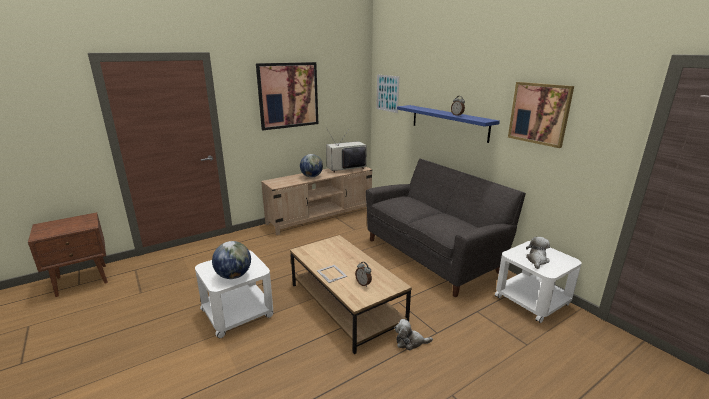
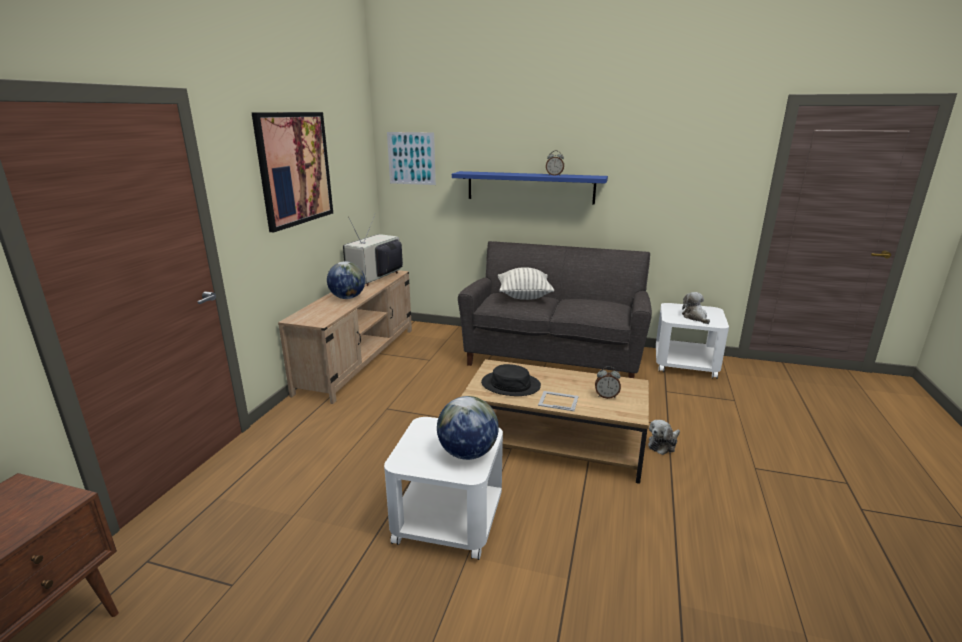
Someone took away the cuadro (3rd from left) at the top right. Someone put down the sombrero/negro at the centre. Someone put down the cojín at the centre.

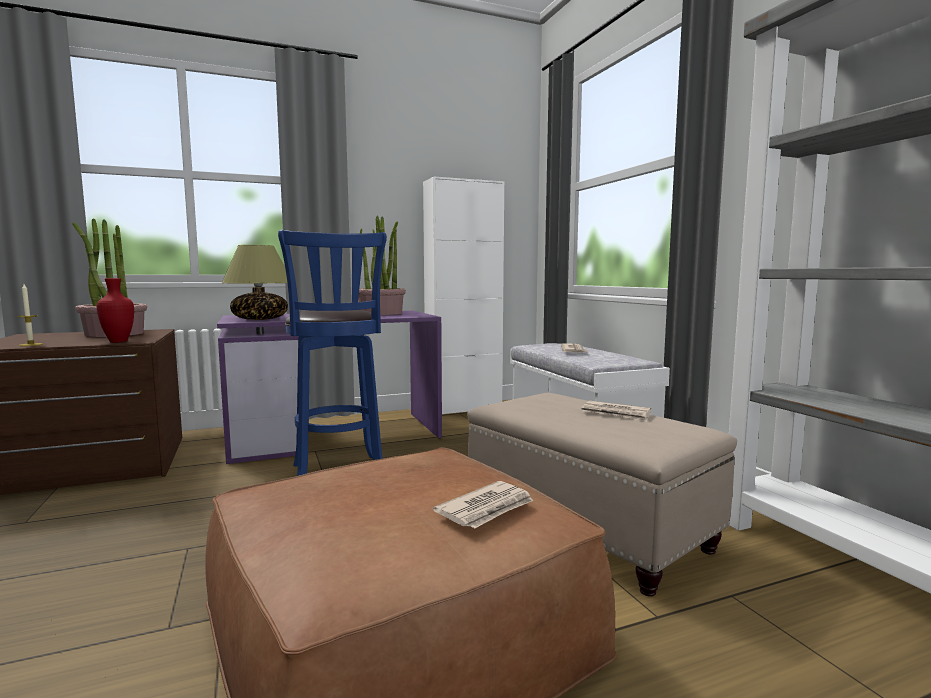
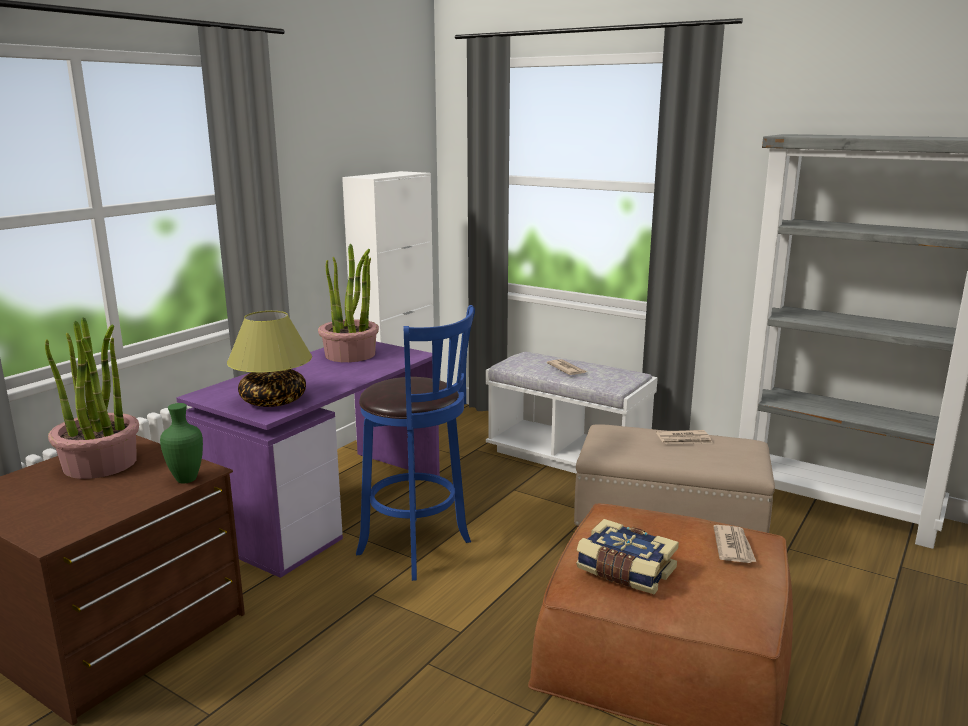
Someone took away the vela at the middle left. Someone repainted the florero/rojo at the middle left, which became the florero/verde at the middle left. Someone put down the libro at the bottom centre.

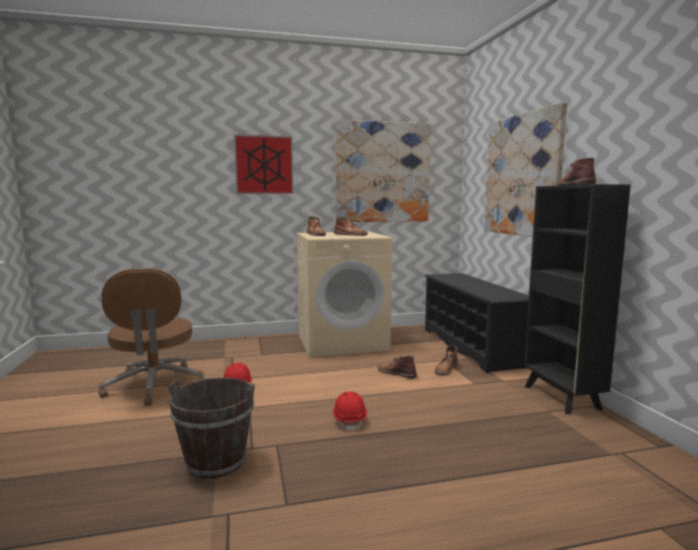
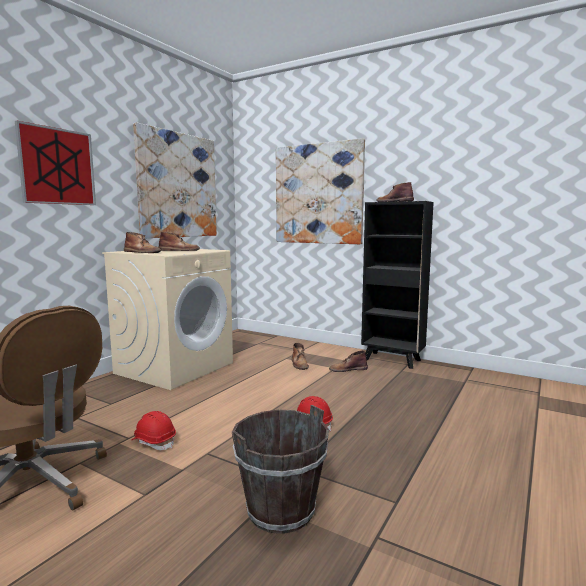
Someone carried the bota/marrón (3rd from left in the first image) from the bottom centre to the centre. Someone took away the zapatero/negro at the middle right.

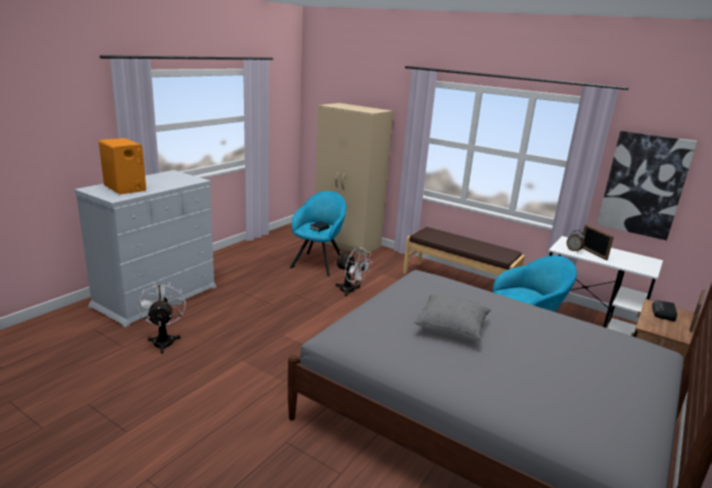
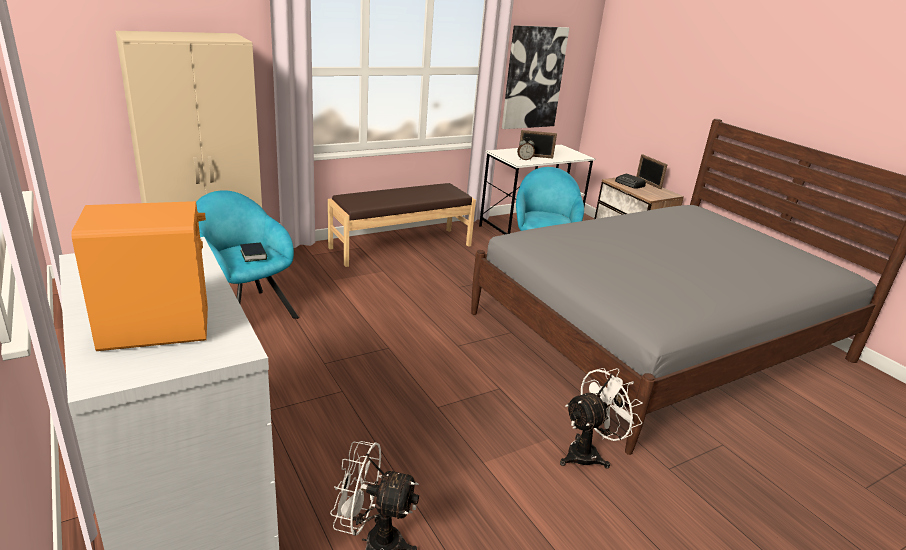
Someone carried the ventilador/blanco (2nd from left) from the centre to the bottom centre. Someone took away the cojín/gris at the centre.

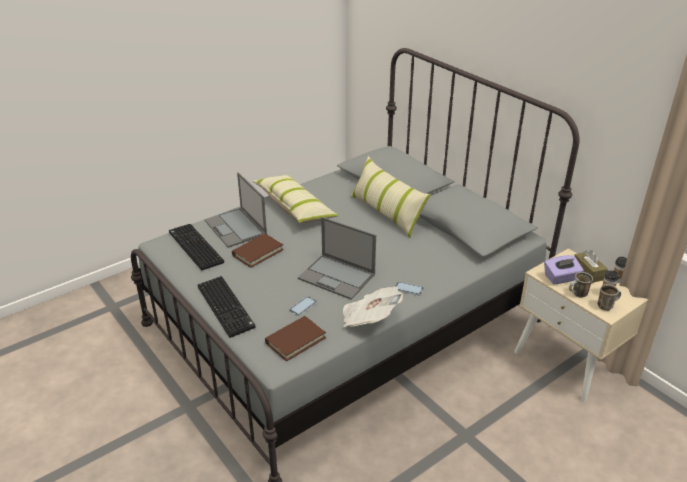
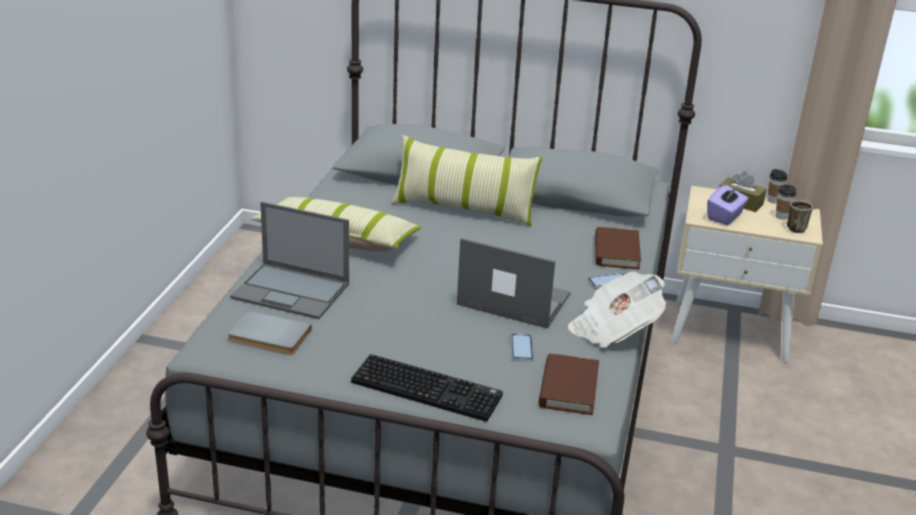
Someone swapped the teclado (1st from left) at the middle left for the libro/gris at the middle left. Someone carried the libro/marrón (1st from left in the first image) from the centre to the middle right. Someone rotated the portátil (2nd from left) at the centre by 150 degrees counterclockwise. Someone took away the taza grande (1st from left) at the middle right.

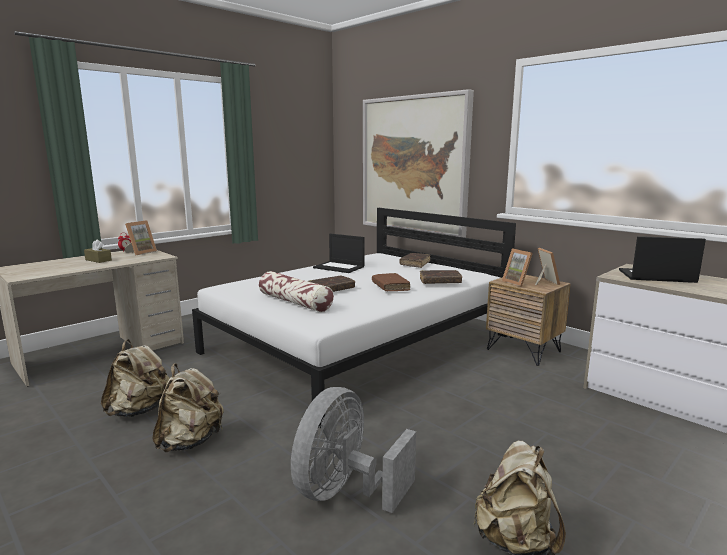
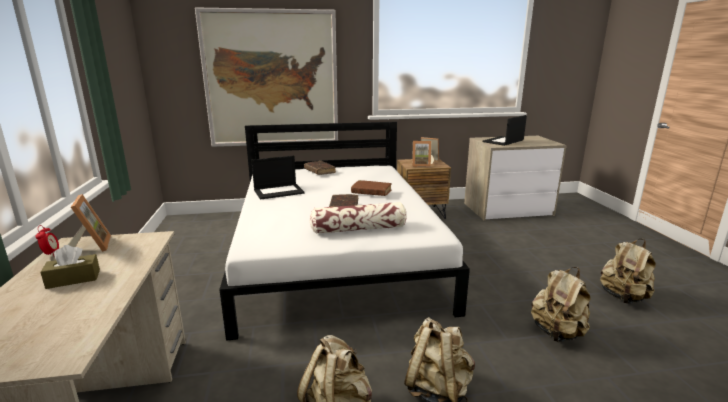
Someone swapped the ventilador/gris at the bottom centre for the mochila/beis (3rd from left) at the bottom right. Someone took away the libro/marrón (4th from left) at the centre.

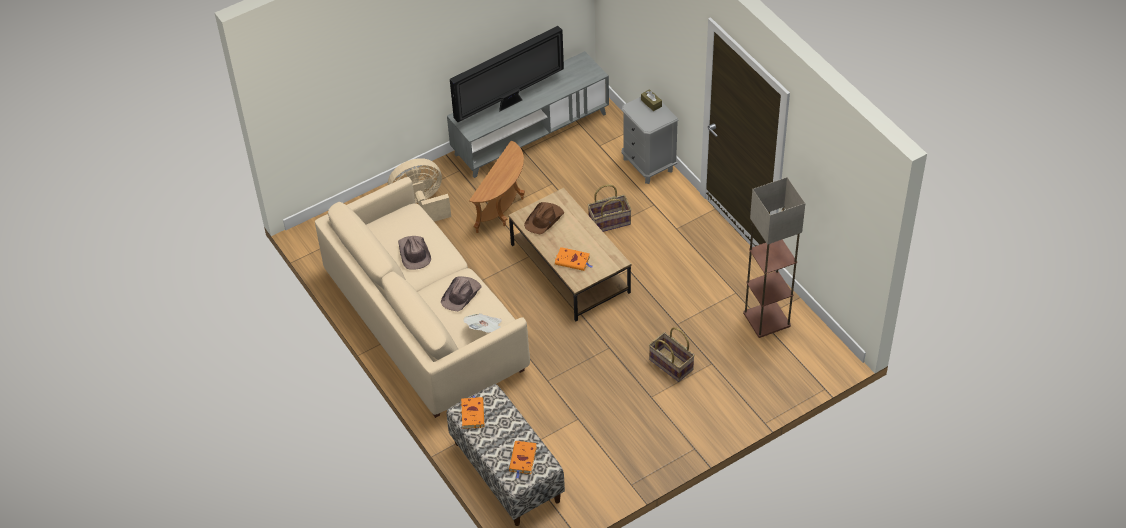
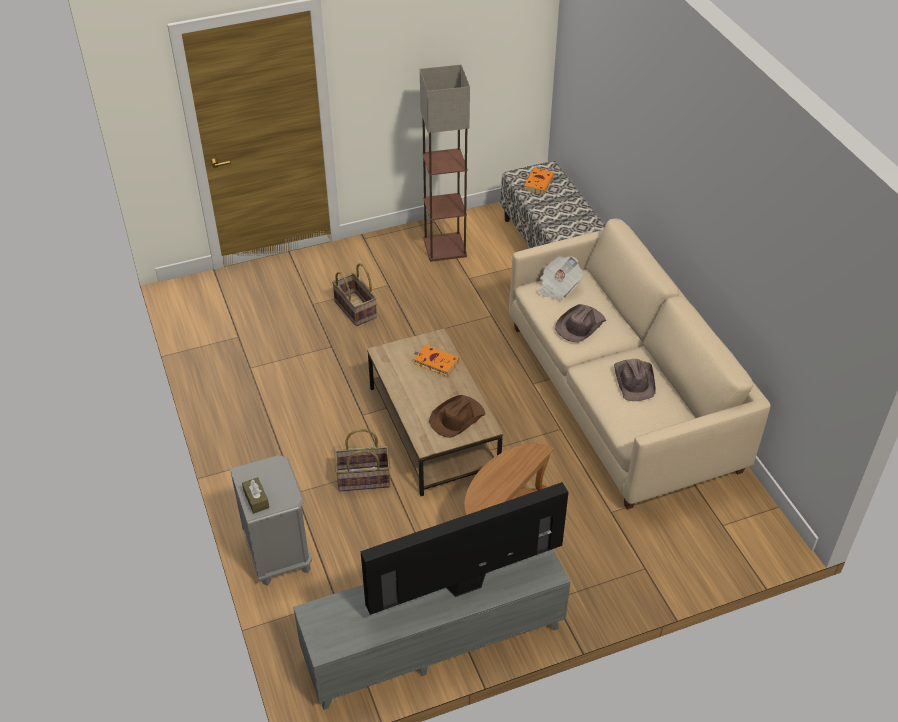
Someone took away the ventilador/beis at the centre. Someone took away the libro/naranja (1st from left) at the bottom centre. Someone carried the lámpara de pie from the middle right to the top centre.

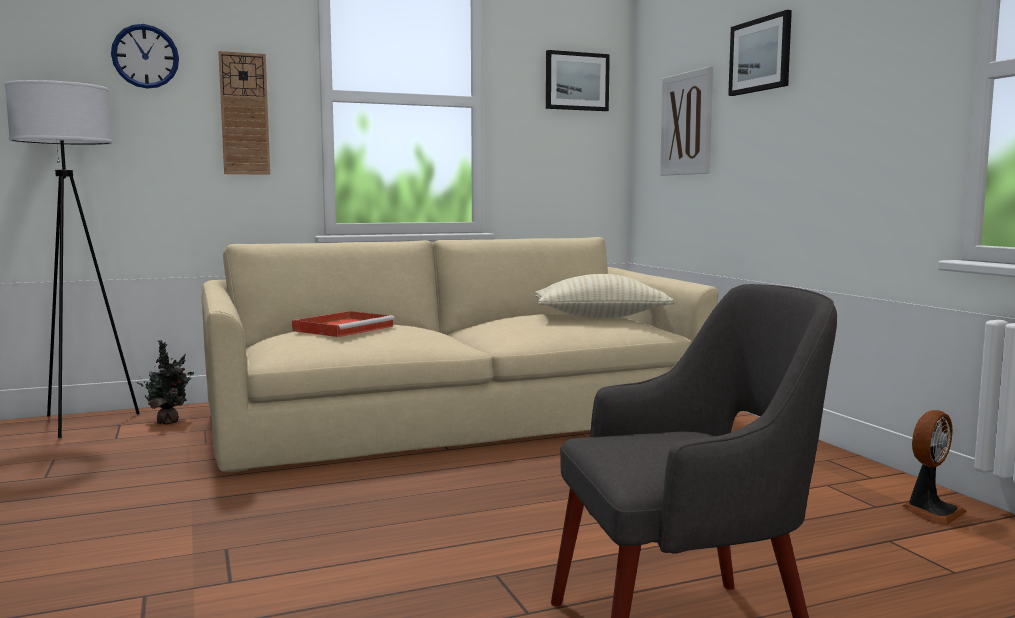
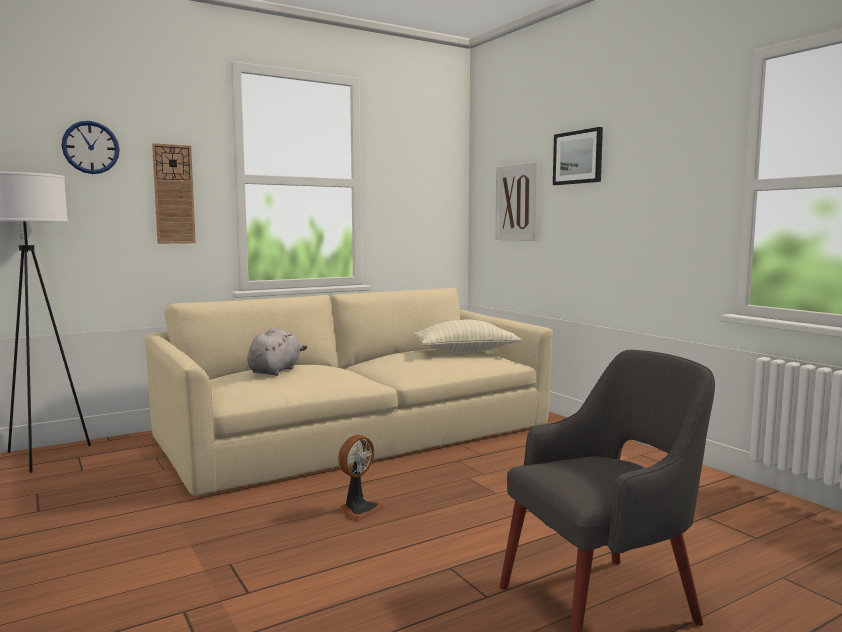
Someone took away the planta en maceta at the middle left. Someone swapped the bandeja/rojo at the centre for the peluche/gris at the middle left. Someone took away the cuadro (1st from left) at the top centre. Someone carried the ventilador from the bottom right to the bottom centre.

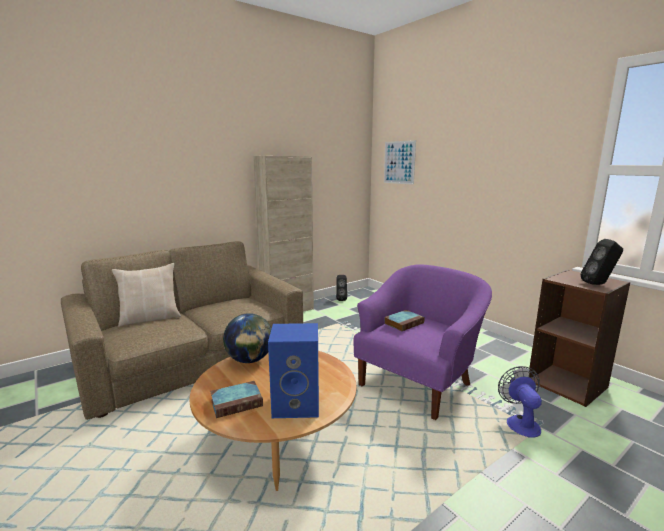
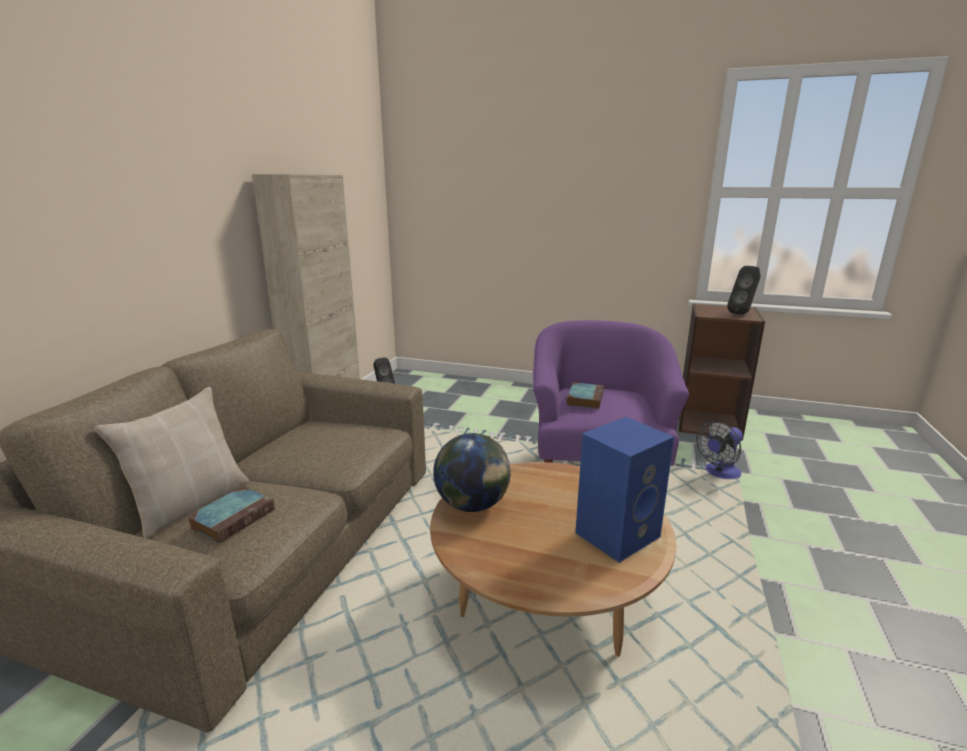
Someone carried the libro (1st from left) from the bottom centre to the bottom left. Someone took away the cuadro at the top centre. Someone rotated the ventilador at the bottom right by 90 degrees counterclockwise.

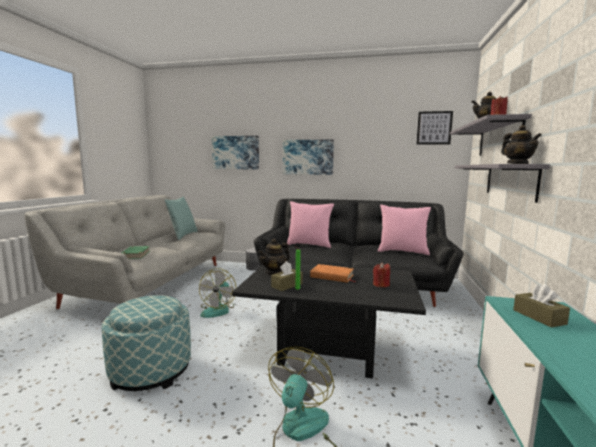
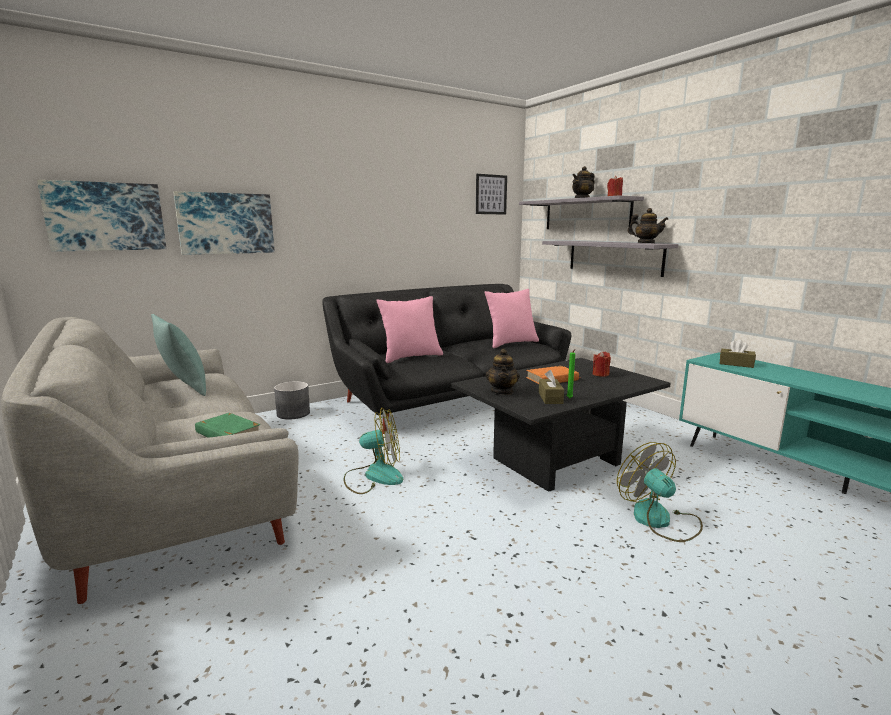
Someone took away the puf at the bottom left. Someone rotated the ventilador (1st from left) at the centre by 60 degrees counterclockwise. Someone carried the cuadro (2nd from left in the first image) from the centre to the top left.

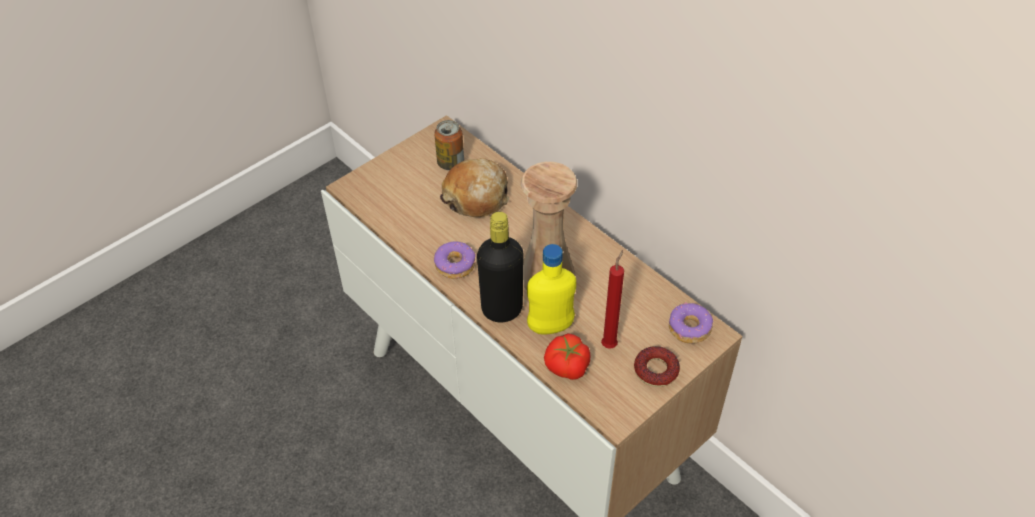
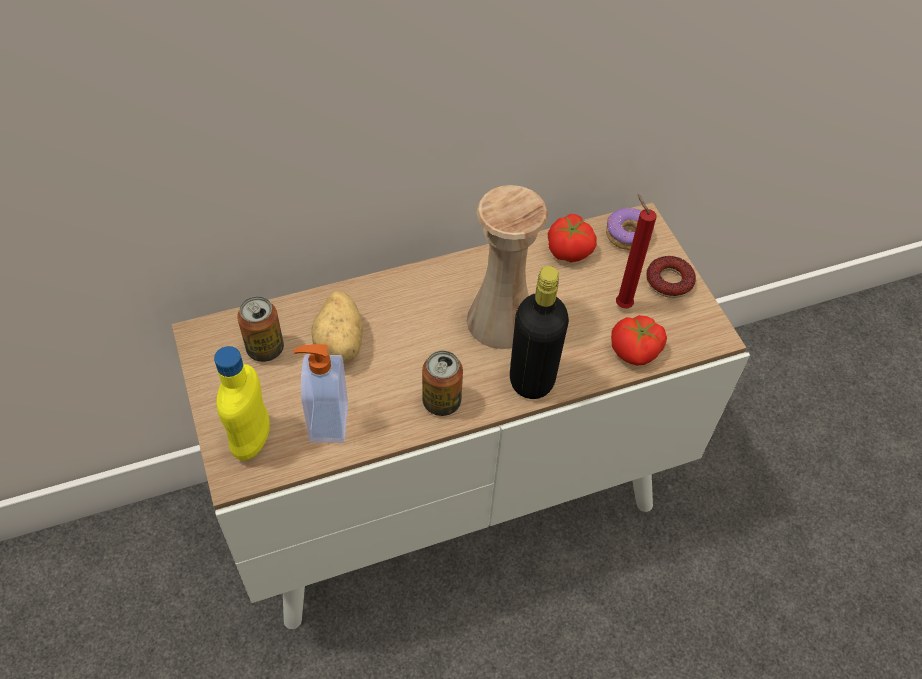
Someone swapped the rosquilla (1st from left) at the centre for the lata (2nd from left) at the centre. Someone swapped the pan at the centre for the patata at the centre. Someone carried the botella/amarillo from the centre to the middle left. Someone put down the dispensador de jabón at the centre. Someone put down the tomate (1st from left) at the centre.

